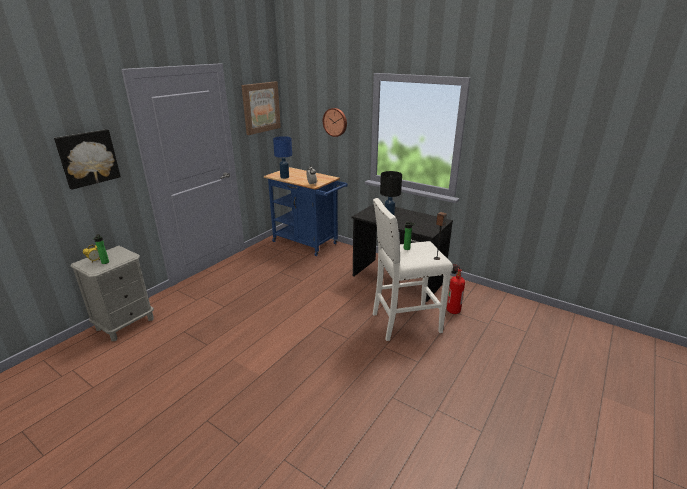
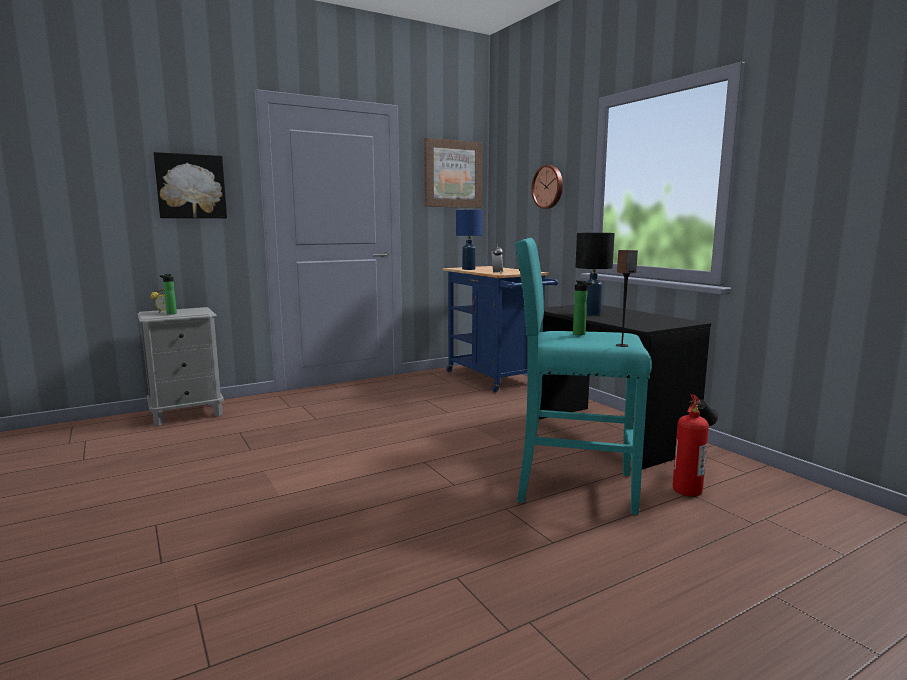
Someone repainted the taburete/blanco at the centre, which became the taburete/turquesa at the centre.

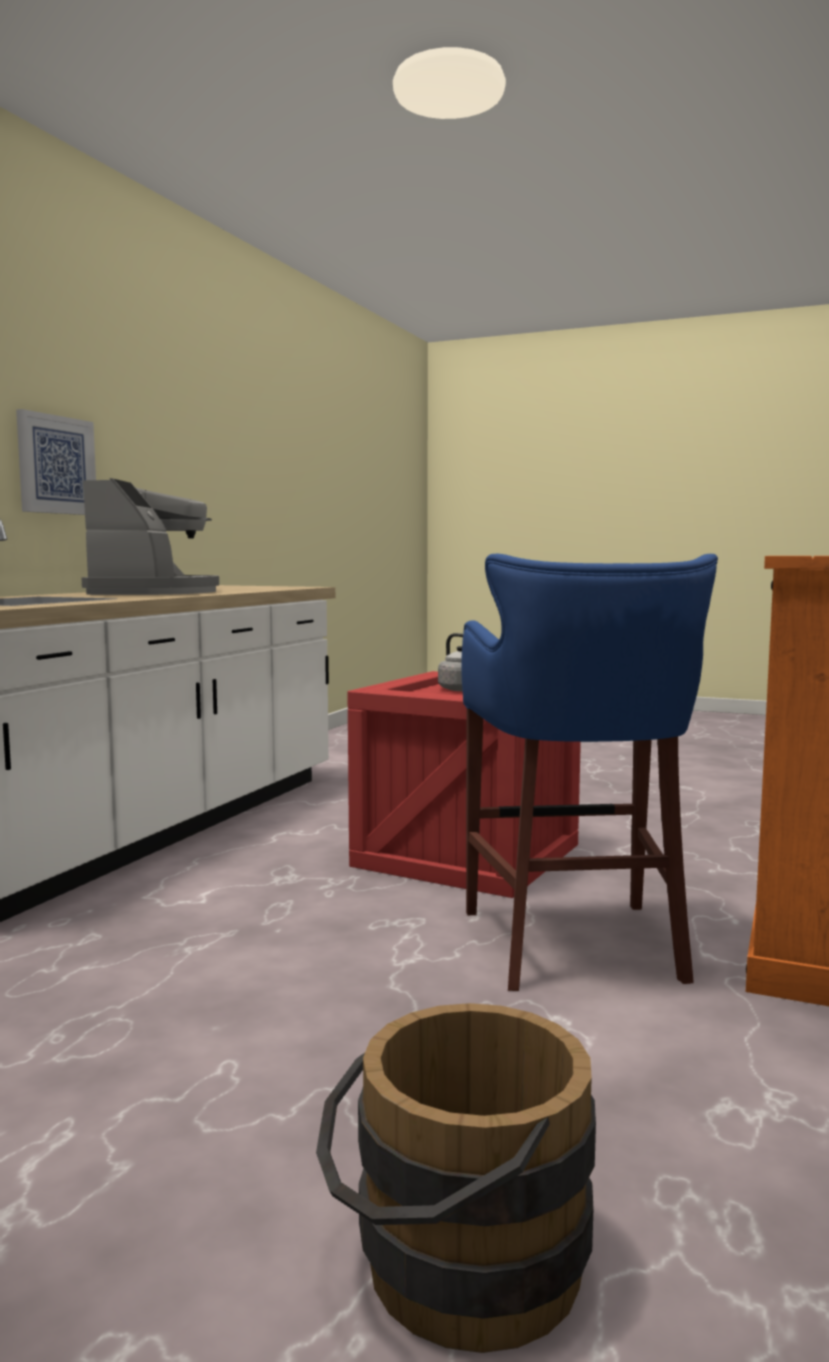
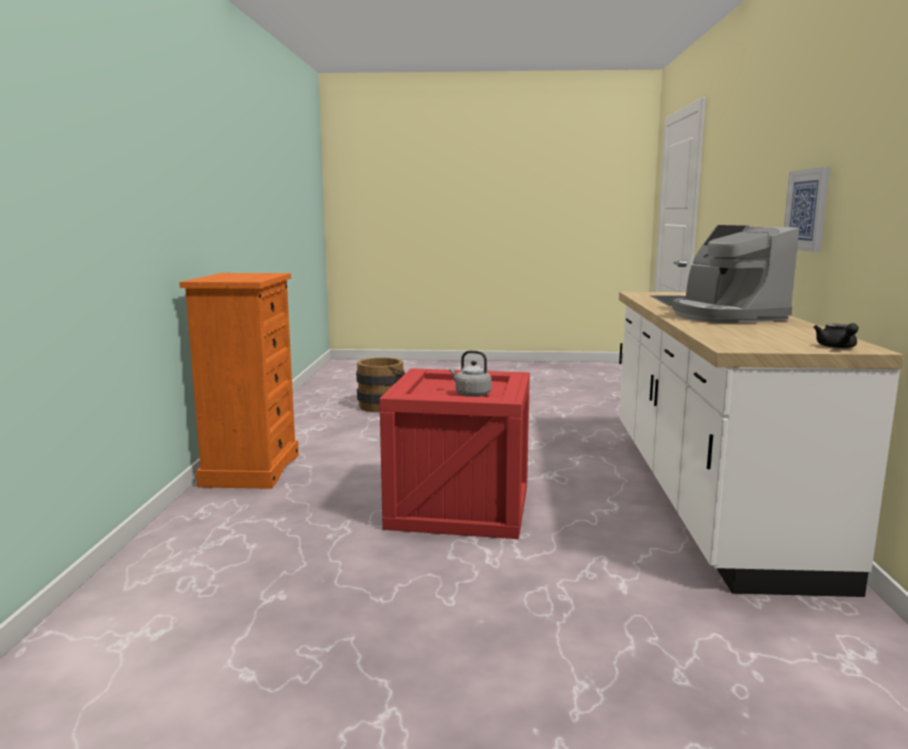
Someone took away the taburete/azul at the middle right. Someone put down the tetera/negro at the middle right.

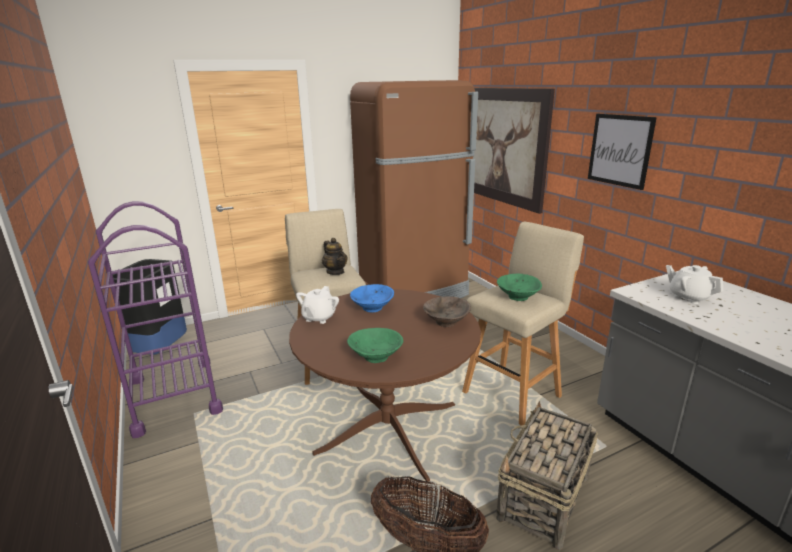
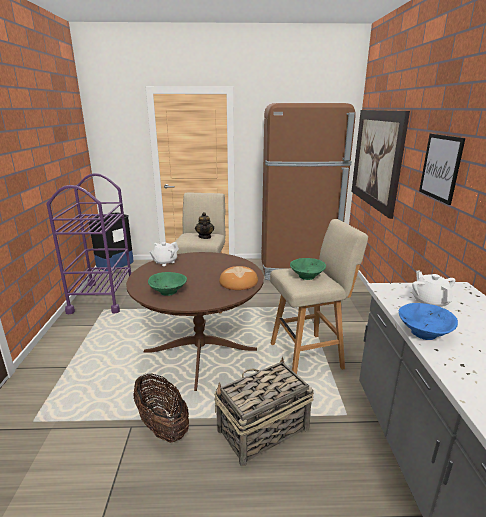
Someone carried the cuenco/azul from the centre to the middle right. Someone swapped the cuenco/marrón at the centre for the pan at the centre.

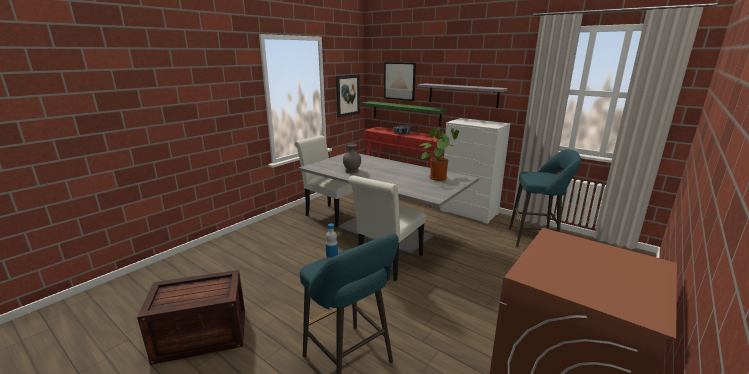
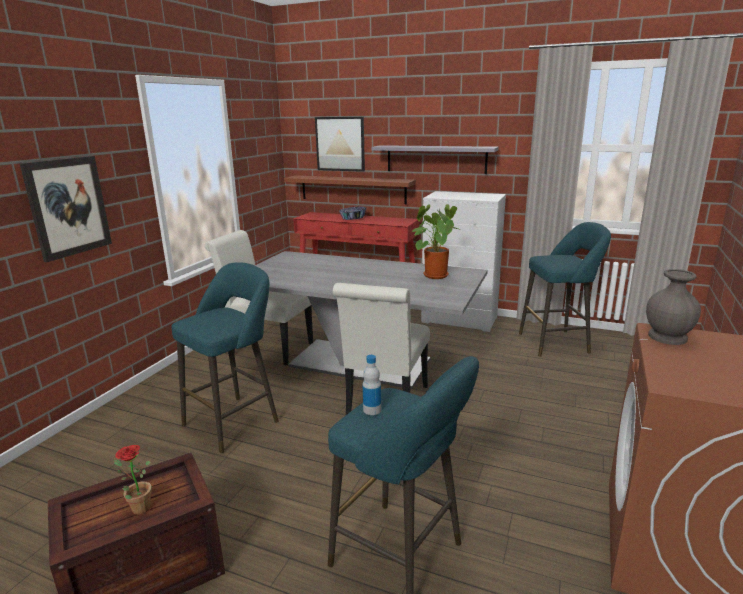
Someone carried the cuadro (1st from left) from the top centre to the middle left. Someone carried the florero/gris from the centre to the middle right. Someone repainted the estante/verde at the top centre, which became the estante/marrón at the top centre. Someone put down the planta en maceta (1st from left) at the bottom left. Someone put down the taburete/turquesa (1st from left) at the middle left.

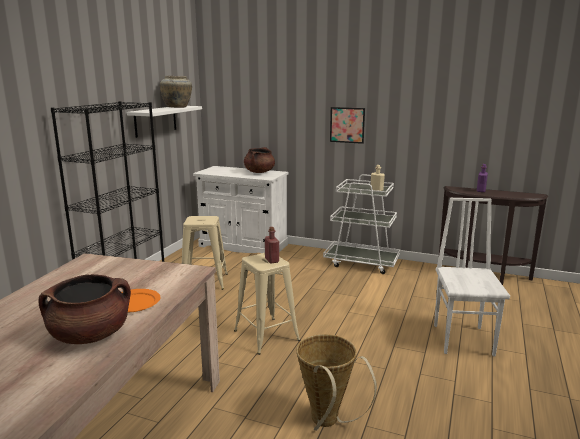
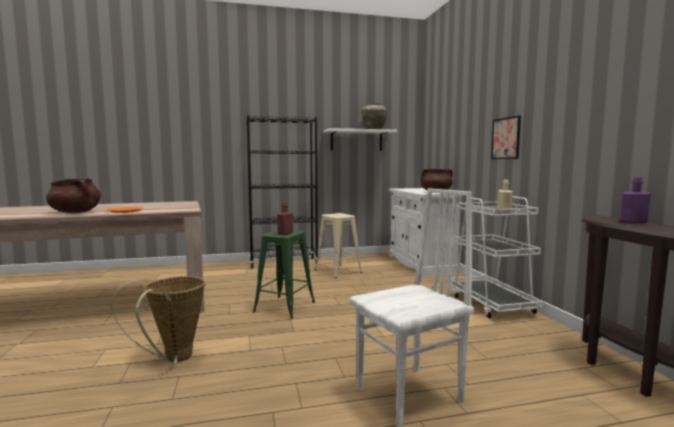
Someone repainted the taburete/beis (2nd from left) at the bottom centre, which became the taburete/verde at the centre.

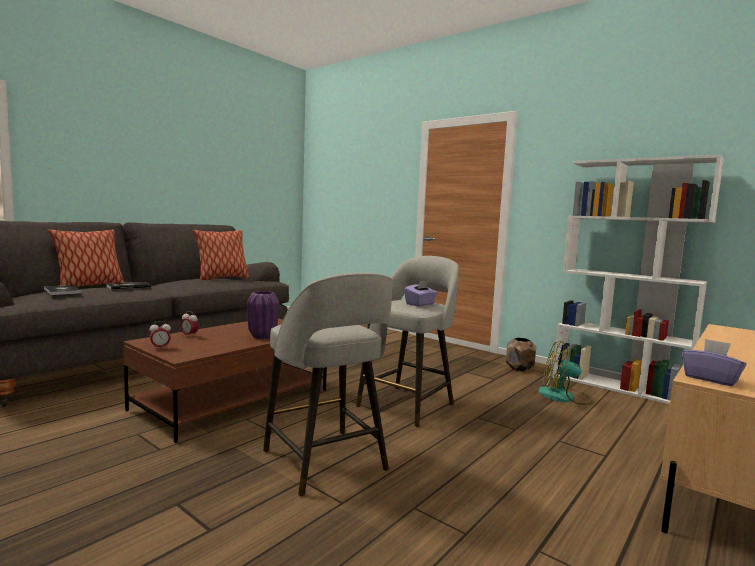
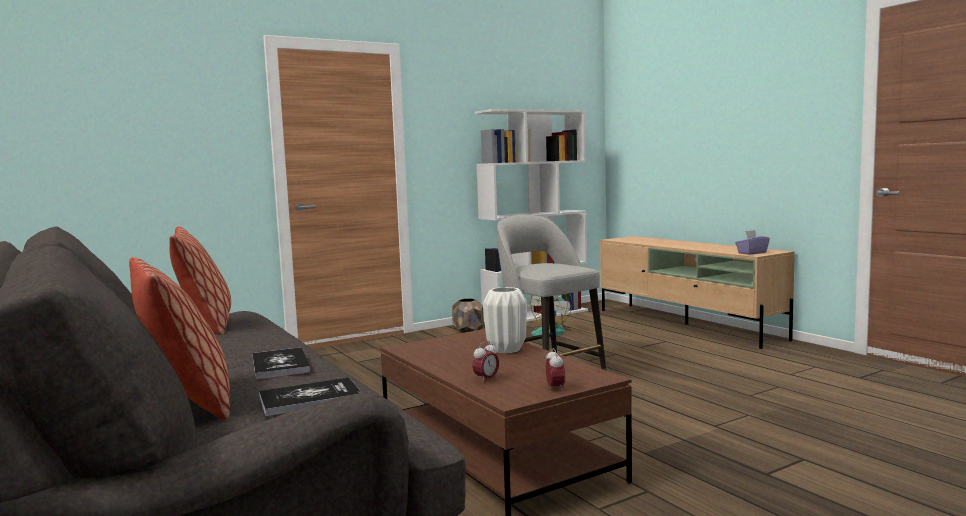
Someone repainted the florero/morado at the centre, which became the florero/blanco at the centre. Someone took away the taburete/gris (1st from left) at the bottom centre. Someone took away the caja de pañuelos/morado (1st from left) at the centre.

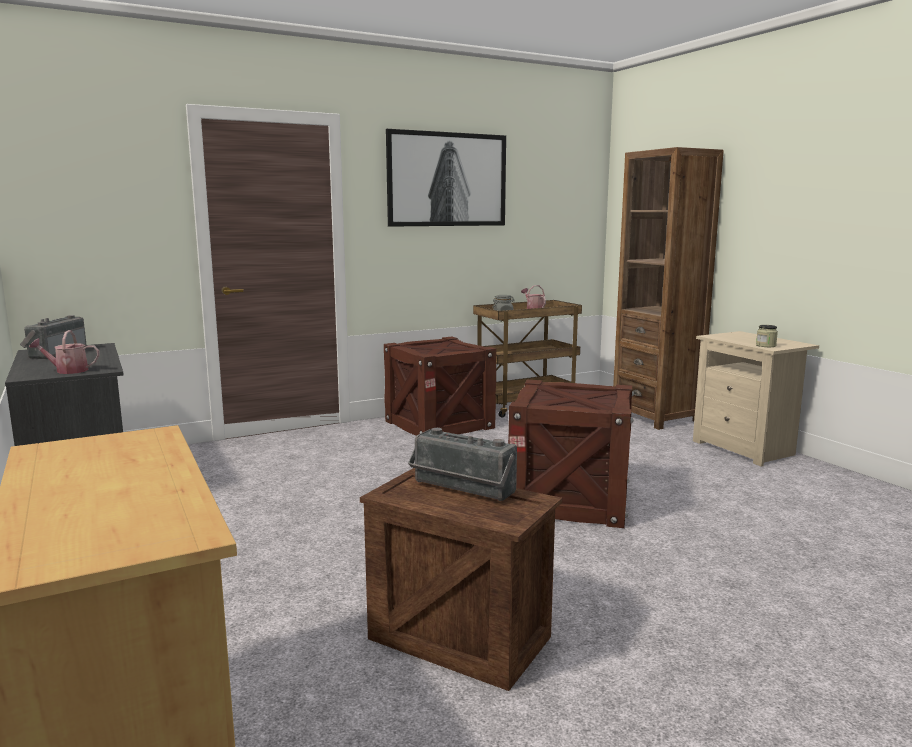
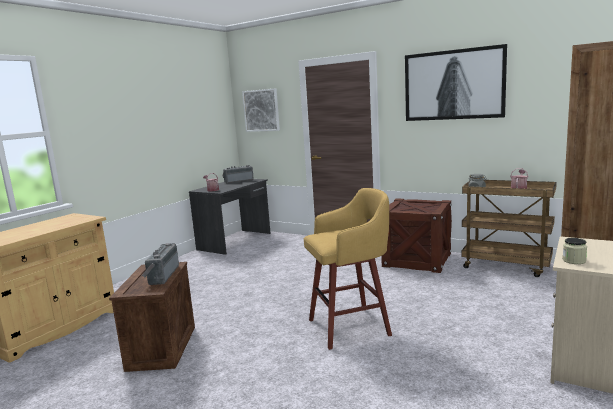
Someone swapped the caja de embalaje (3rd from left) at the centre for the taburete/amarillo at the centre. Someone put up the cuadro (1st from left) at the top centre.

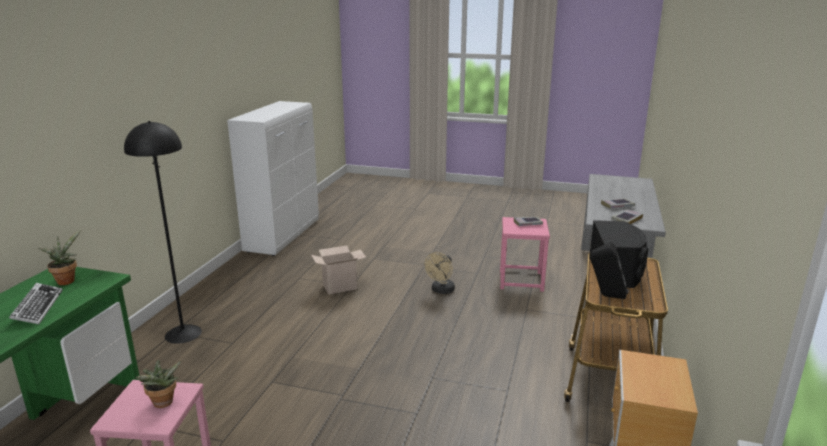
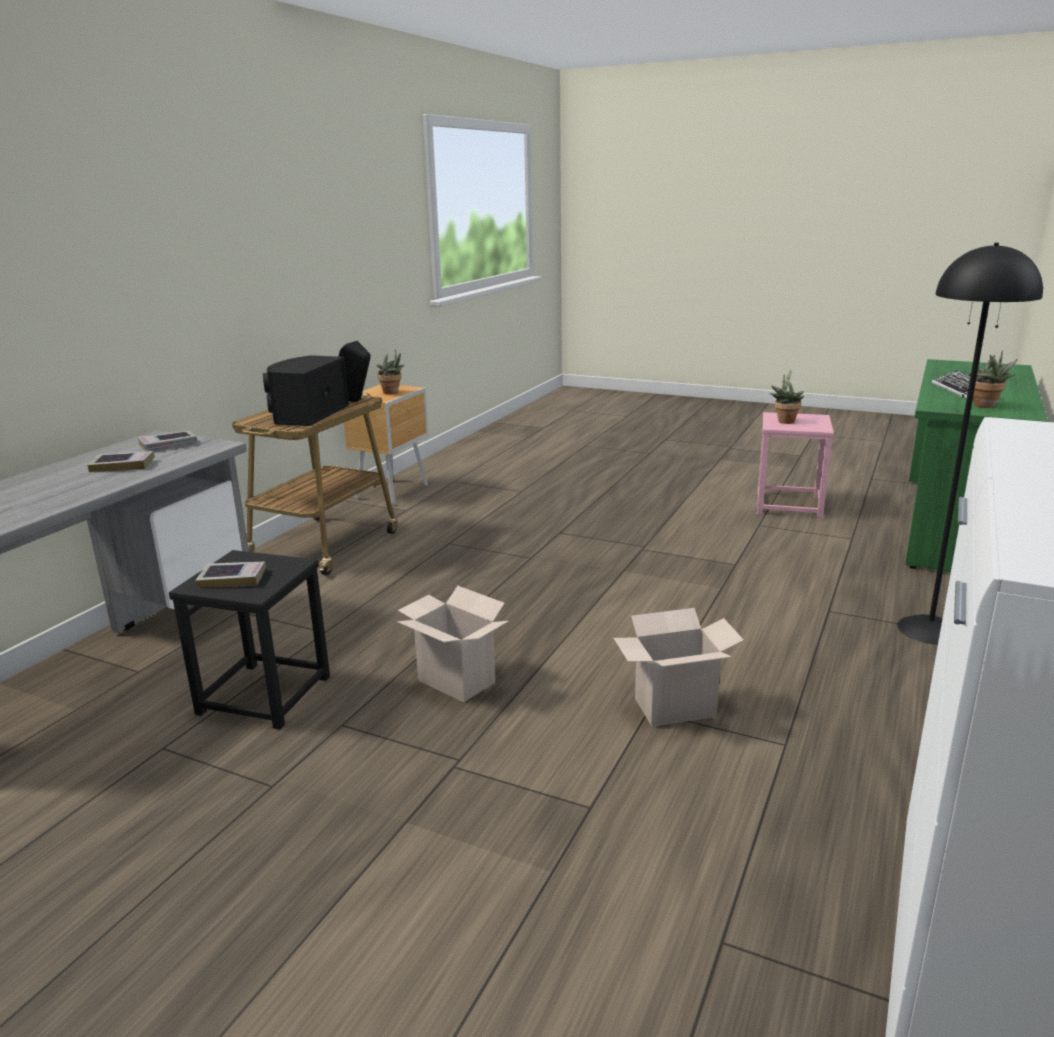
Someone swapped the ventilador/beis at the centre for the caja de cartón (1st from left) at the centre. Someone repainted the taburete/rosa (2nd from left) at the centre, which became the taburete/negro at the middle left. Someone put down the planta en maceta (1st from left) at the centre.

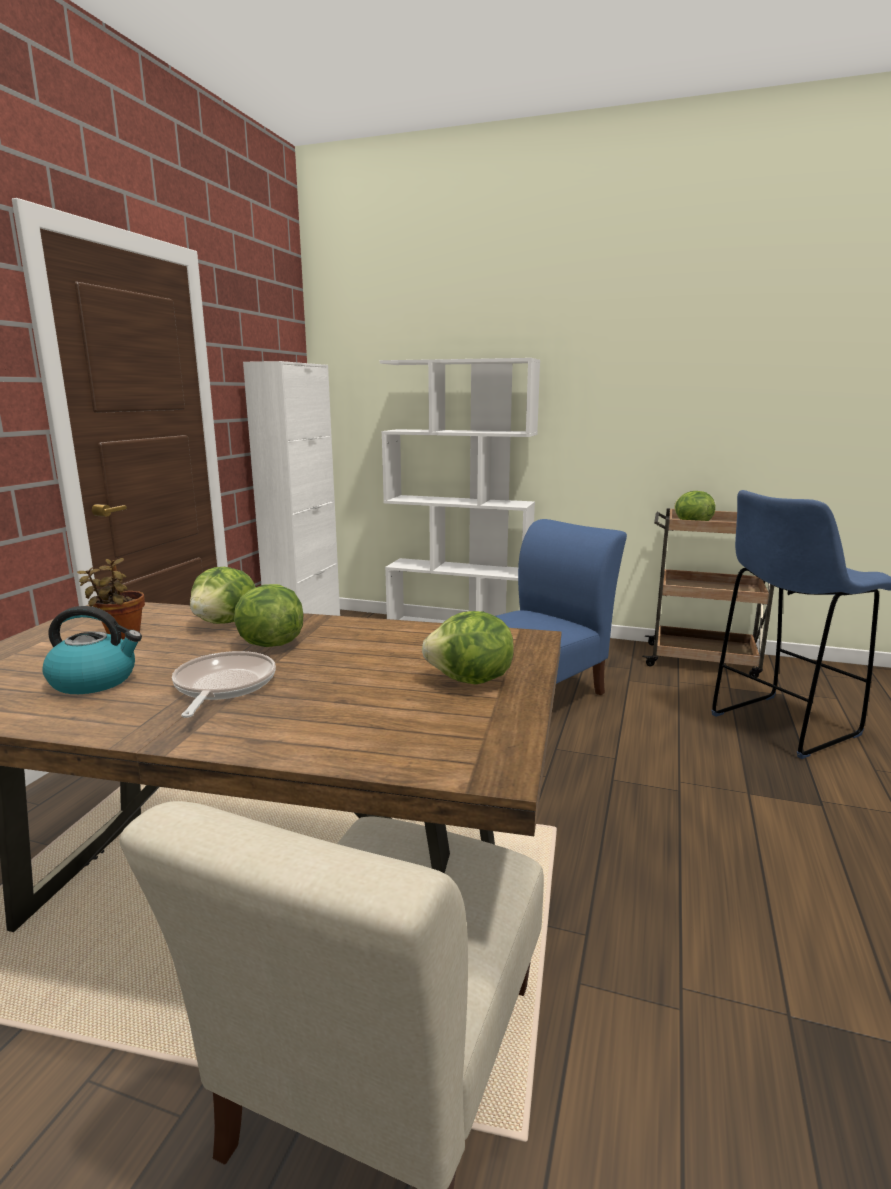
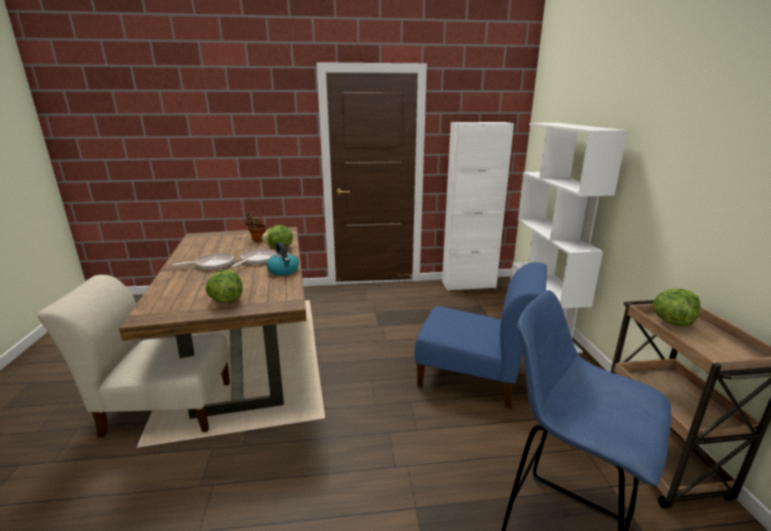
Someone carried the hervidor from the middle left to the centre. Someone swapped the lechuga (2nd from left) at the middle left for the sartén (2nd from left) at the middle left.

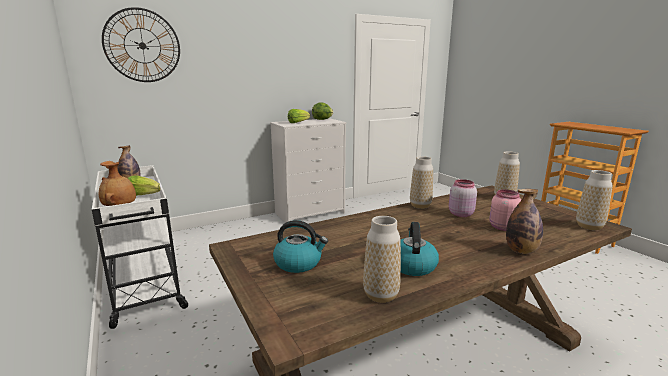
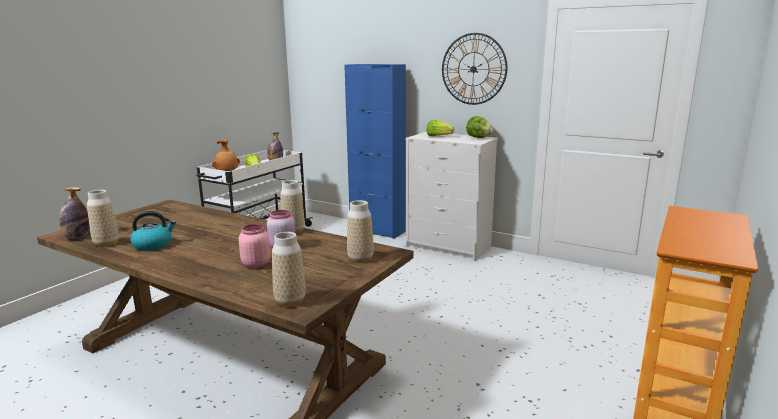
Someone carried the reloj de pared from the top left to the top centre. Someone took away the hervidor (1st from left) at the centre. Someone carried the botella (2nd from left in the first image) from the middle right to the middle left. Someone put down the armario/azul at the centre.

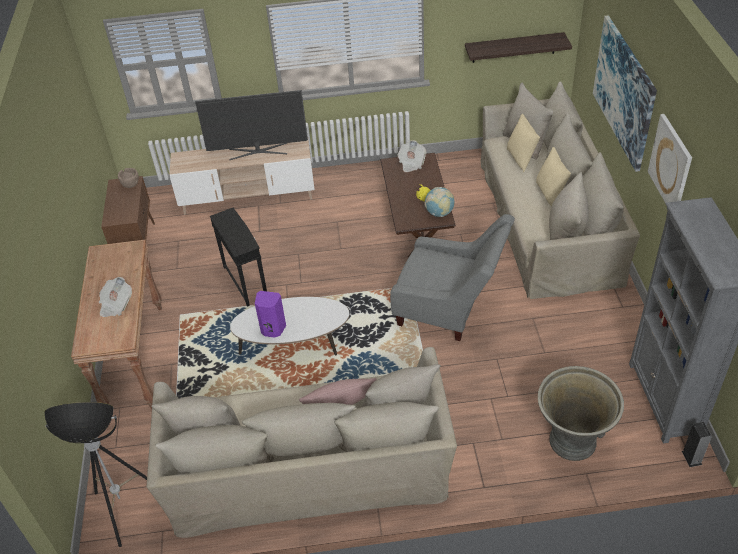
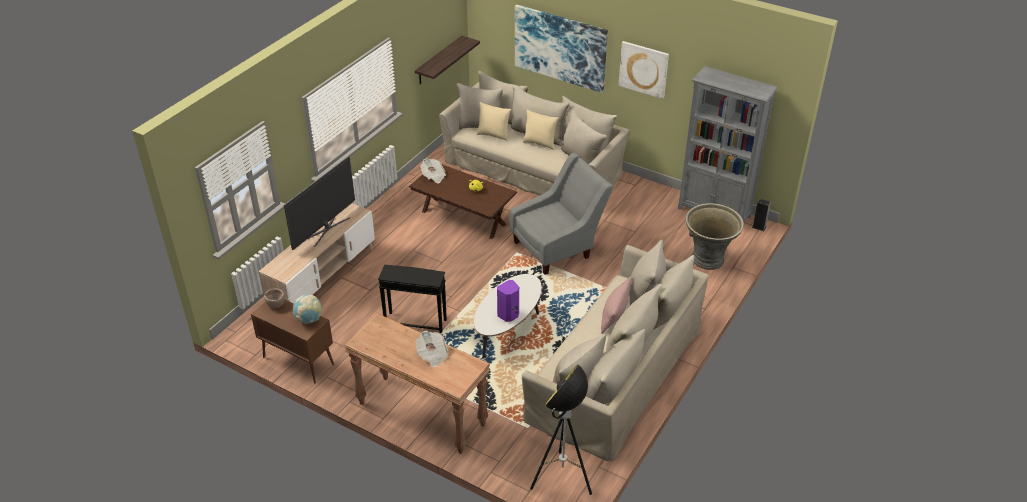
Someone carried the globo terráqueo from the centre to the middle left.

